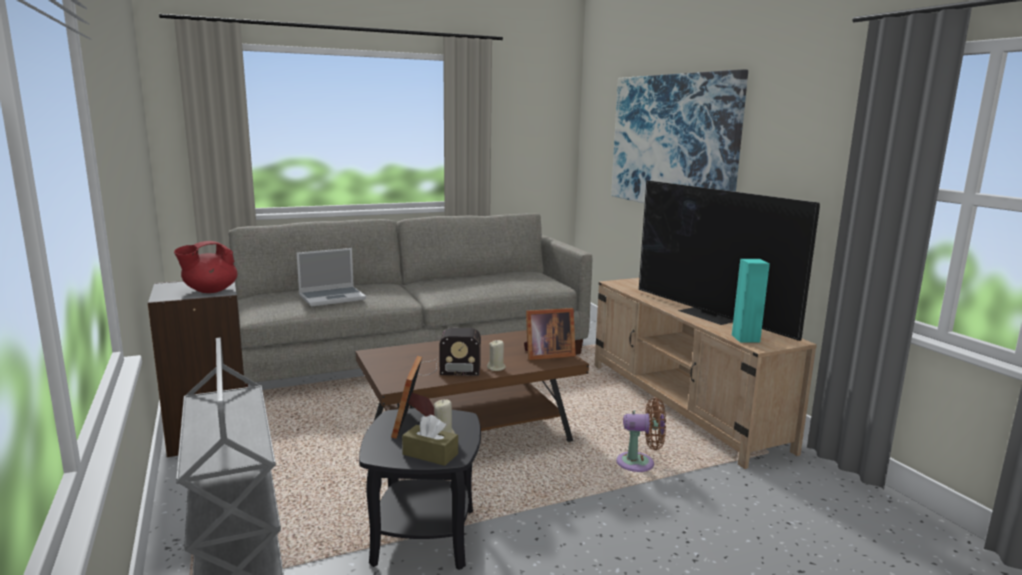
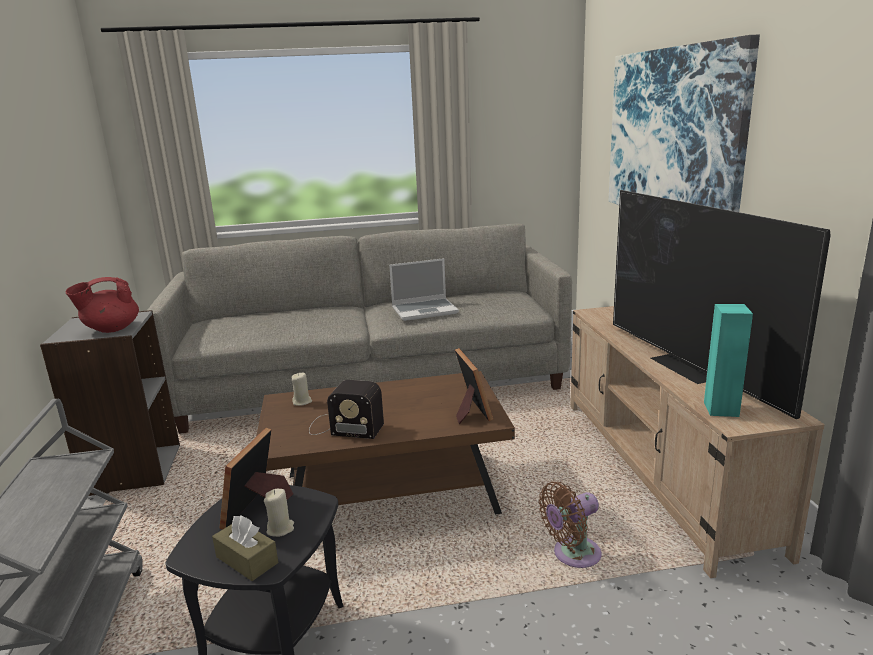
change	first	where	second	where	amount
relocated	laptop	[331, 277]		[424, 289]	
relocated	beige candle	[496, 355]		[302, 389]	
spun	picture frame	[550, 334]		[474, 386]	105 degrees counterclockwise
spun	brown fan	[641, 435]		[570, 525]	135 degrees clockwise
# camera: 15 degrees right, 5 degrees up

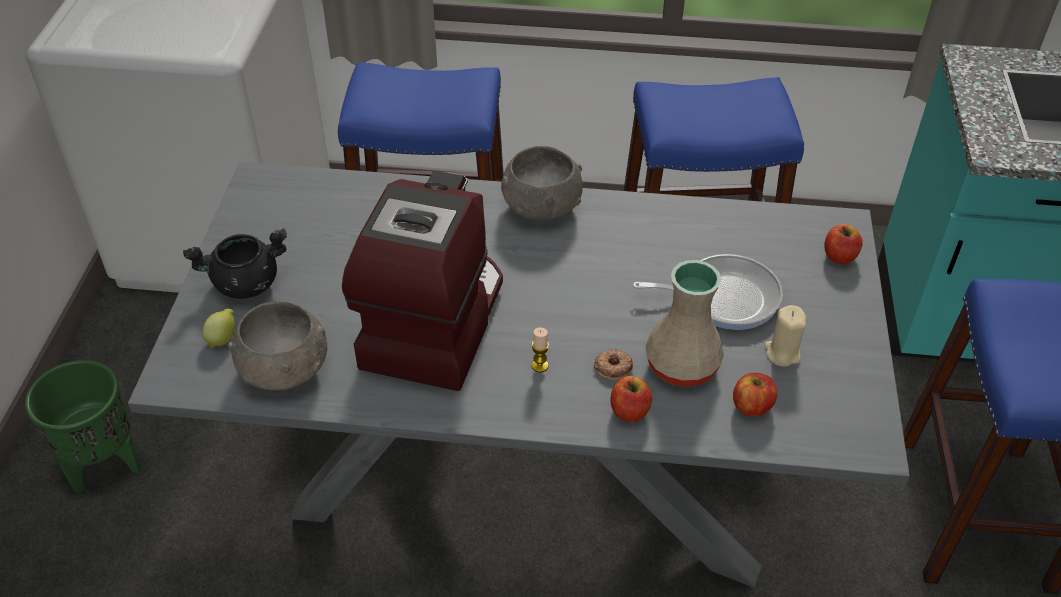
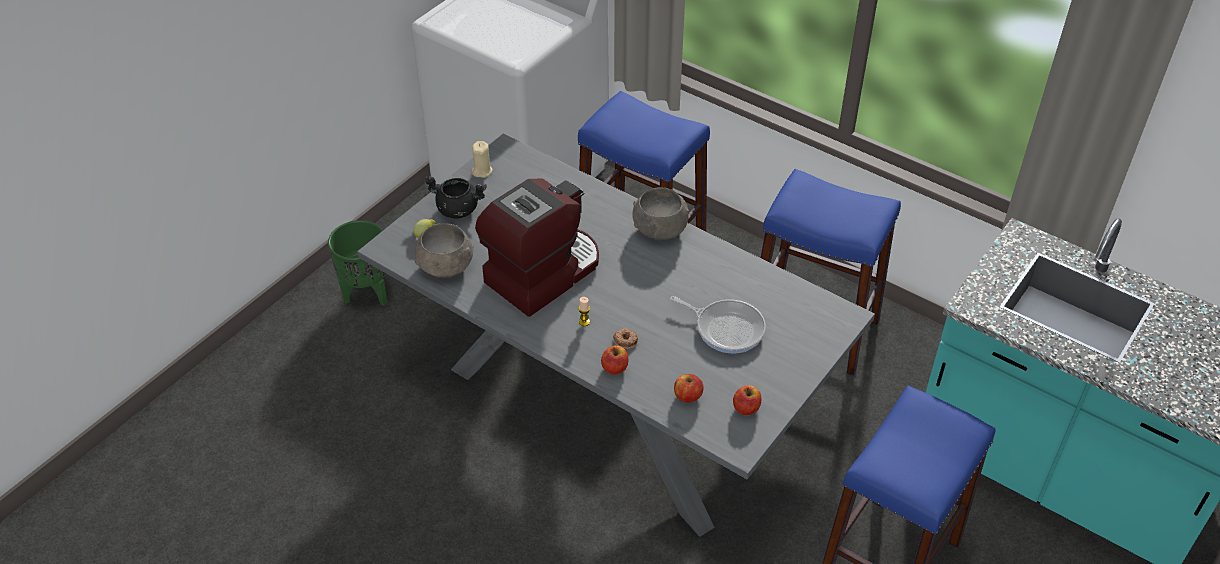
change	first	where	second	where	amount
missing	beige vase	[684, 323]			
relocated	beige candle	[785, 336]		[482, 159]	
relocated	apple	[843, 244]		[747, 400]	
# camera: 30 degrees right, 0 degrees up

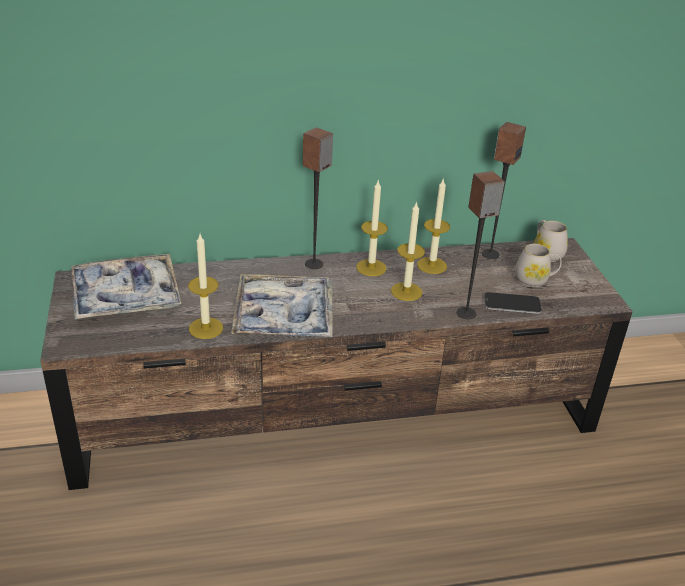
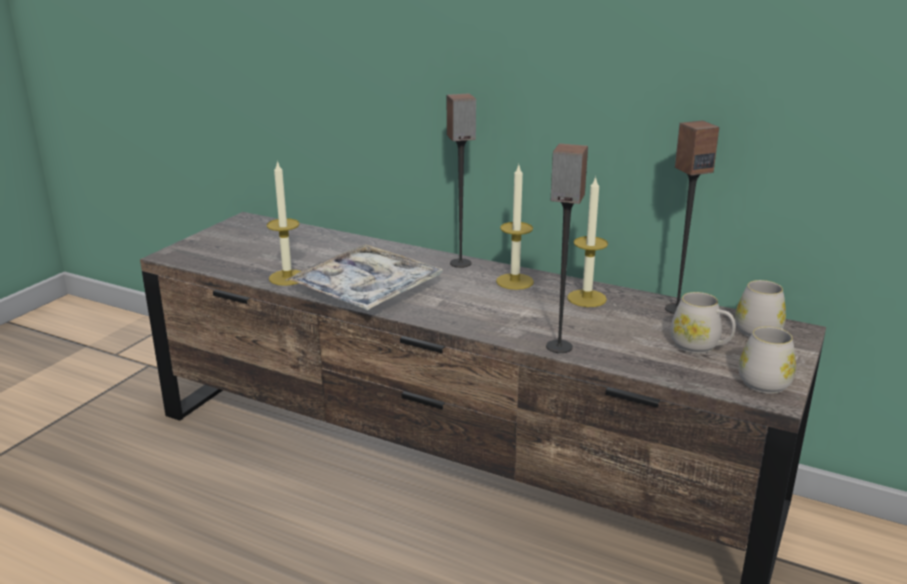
change	first	where	second	where	amount
missing	tray	[126, 286]			
missing	candle	[408, 251]			
missing	phone	[513, 303]			
appeared			white mug	[767, 360]	
# camera: 40 degrees right, 10 degrees down

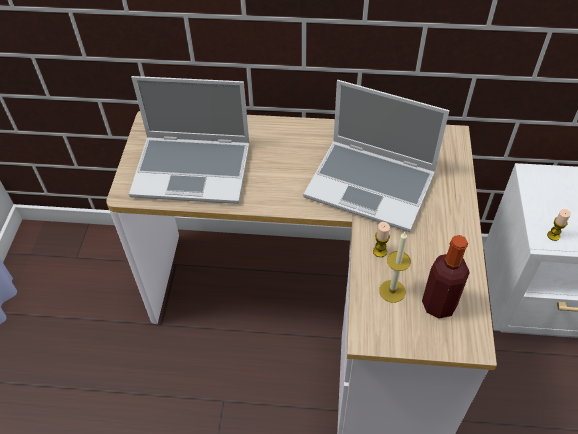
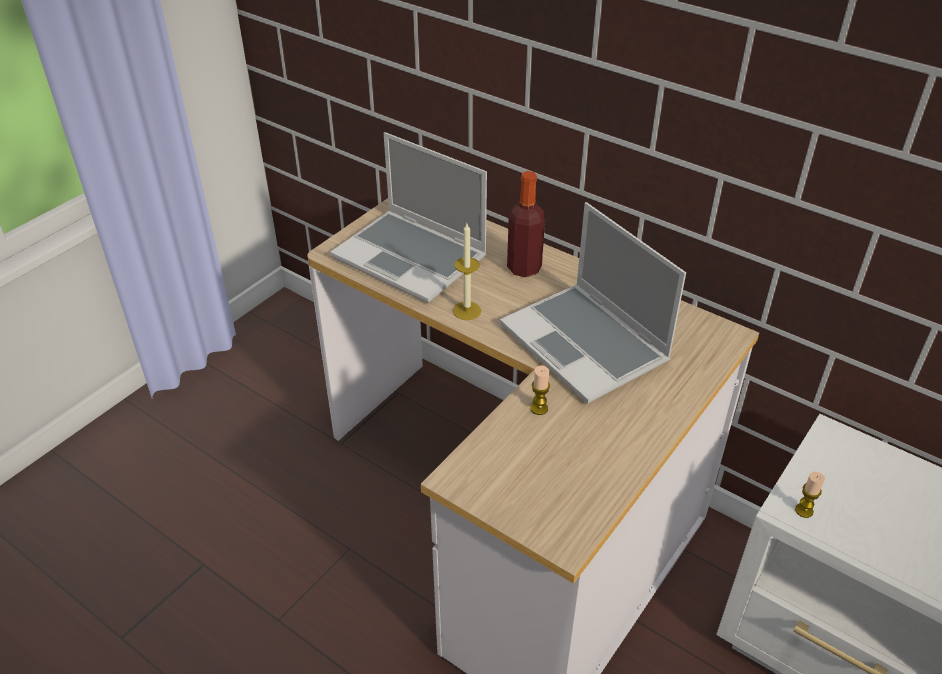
change	first	where	second	where	amount
relocated	candle	[395, 267]		[467, 272]	
relocated	bottle	[446, 277]		[526, 224]	
# camera: 30 degrees right, 10 degrees down

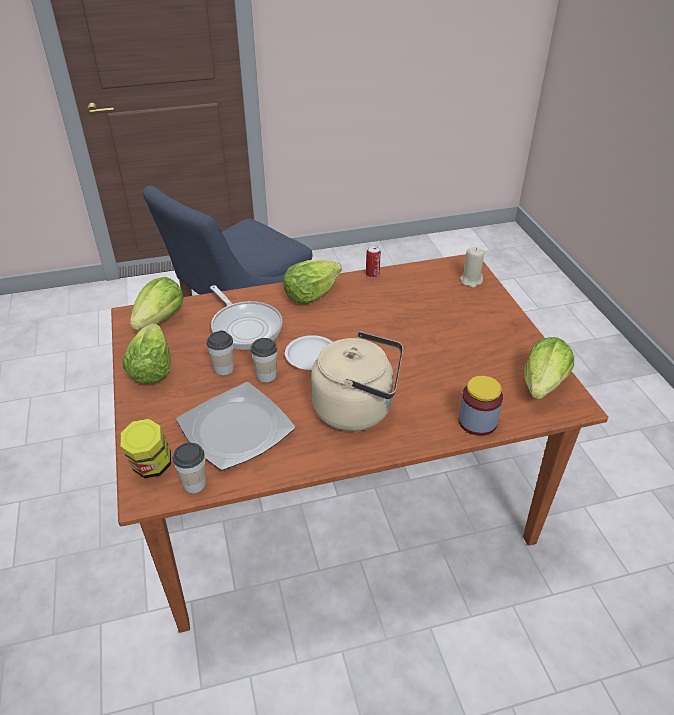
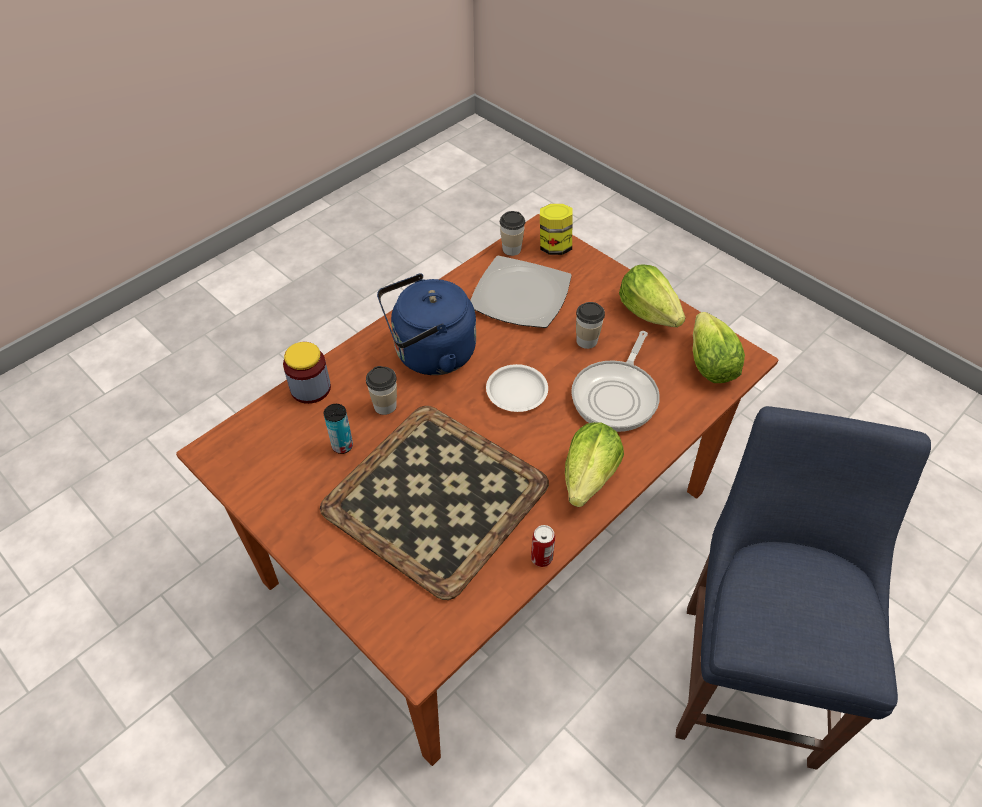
change	first	where	second	where	amount
spun	frying pan	[246, 317]		[615, 381]	90 degrees counterclockwise
relocated	cup	[264, 360]		[381, 390]	
colour	beige kettle	[357, 381]	blue kettle	[426, 324]	
missing	beige candle	[472, 267]			
missing	lettuce	[549, 368]			
appeared			tray	[434, 503]	
appeared			can	[338, 429]	
# camera: 150 degrees right, 10 degrees up

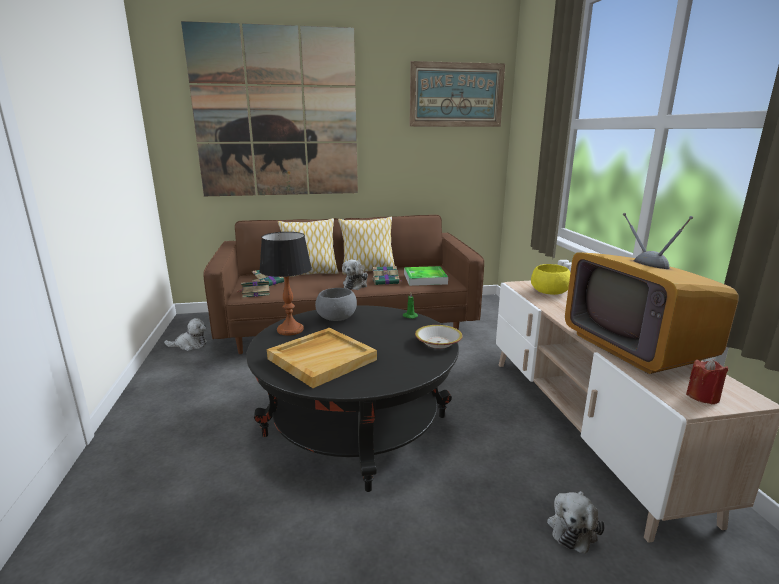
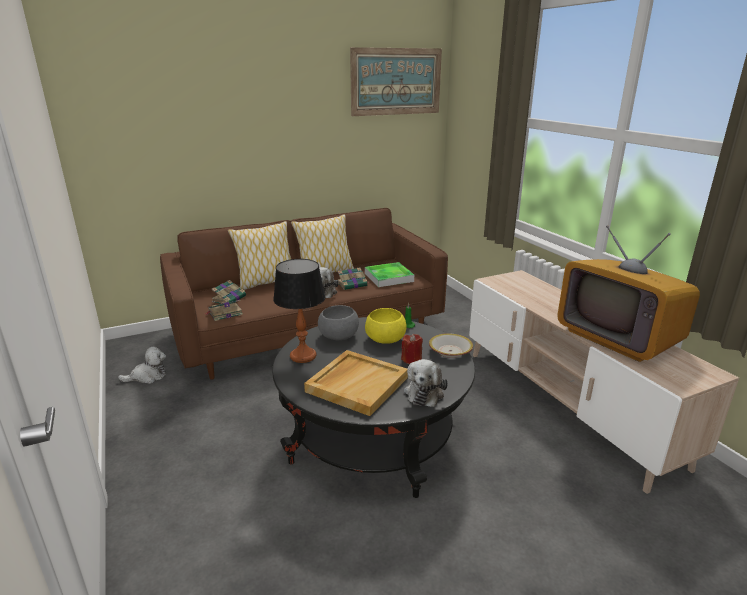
change	first	where	second	where	amount
missing	picture	[269, 108]			
relocated	yellow bowl	[551, 279]		[386, 326]	
relocated	plush toy	[576, 522]		[426, 383]	
relocated	red candle	[707, 381]		[412, 349]	
# camera: 15 degrees left, 5 degrees up

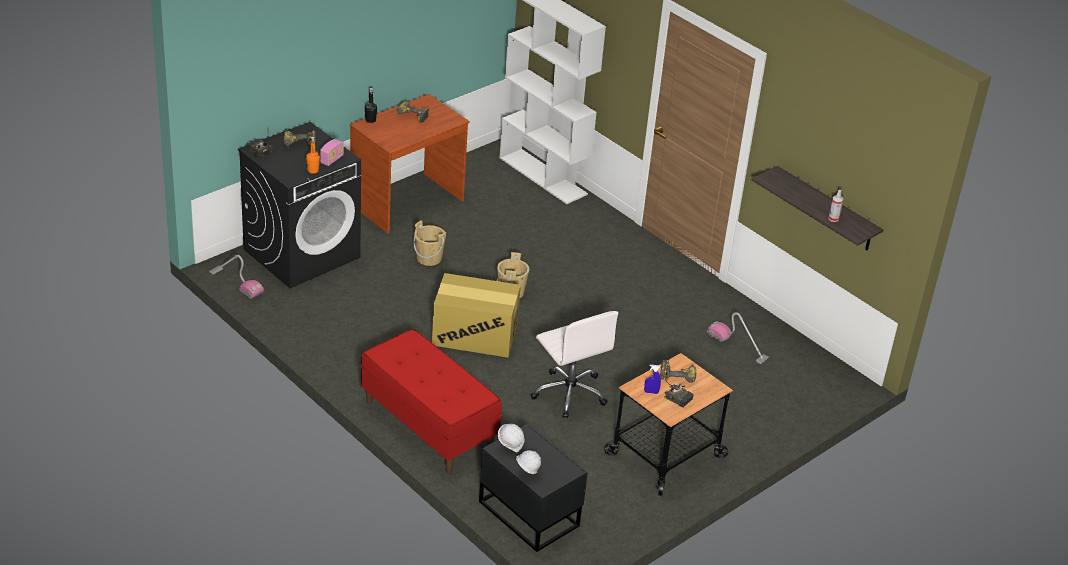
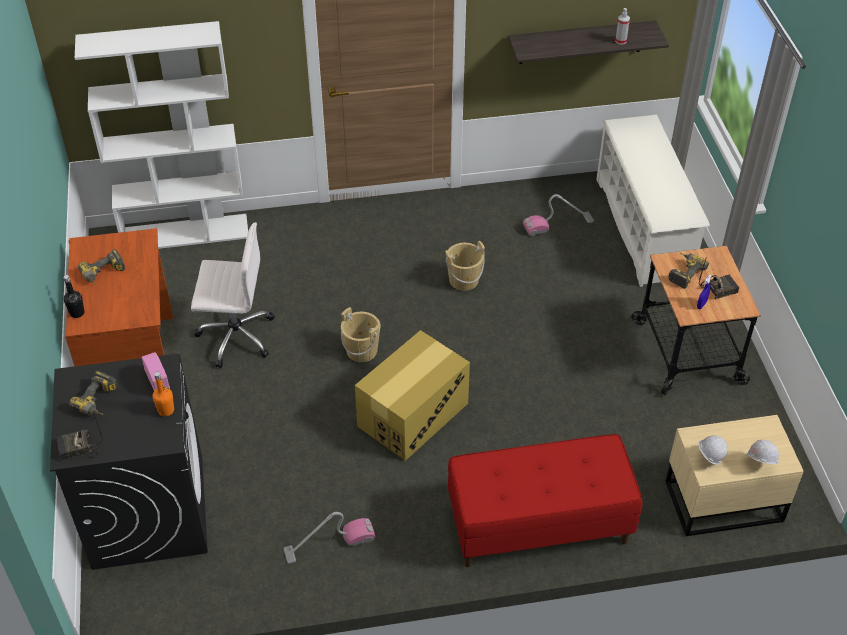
change	first	where	second	where	amount
relocated	vacuum cleaner	[236, 277]		[329, 538]	
relocated	beige bucket	[430, 243]		[465, 266]	
colour	black nightstand	[533, 488]	beige nightstand	[734, 475]	
relocated	white office chair	[574, 364]		[232, 295]	
appeared			white shoe rack	[653, 201]	
# camera: 55 degrees left, 10 degrees up

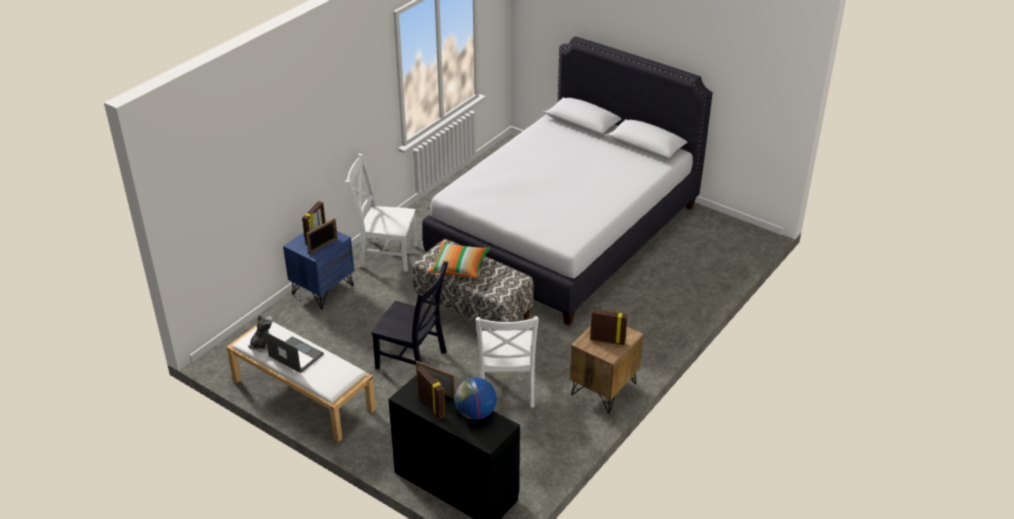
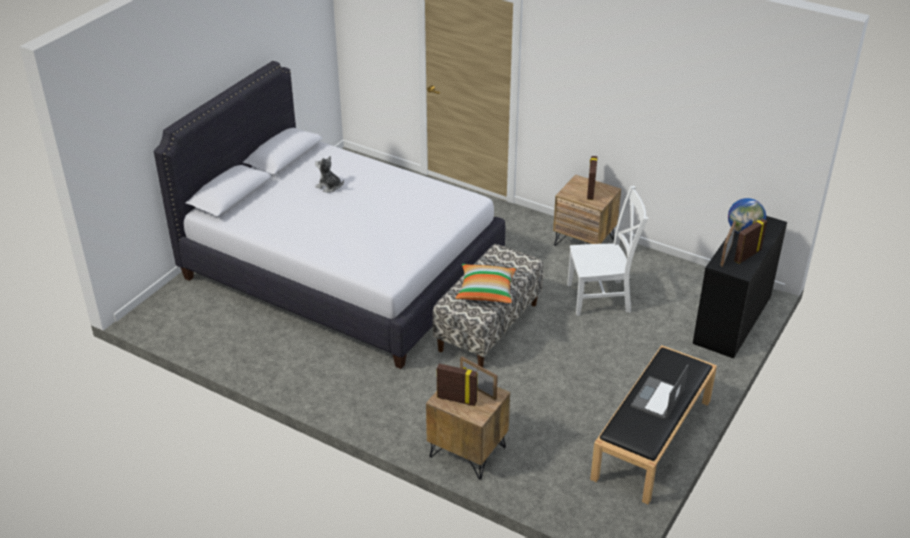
change	first	where	second	where	amount
colour	white bench	[301, 382]	black bench	[653, 424]	
relocated	plush toy	[260, 334]		[329, 174]	
colour	blue nightstand	[318, 270]	brown nightstand	[468, 433]	
missing	white chair	[381, 213]			
missing	black chair	[409, 315]			
# camera: 95 degrees left, 0 degrees up

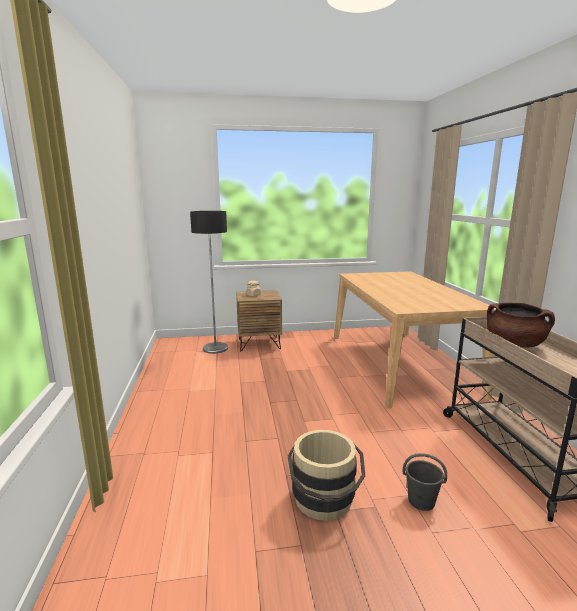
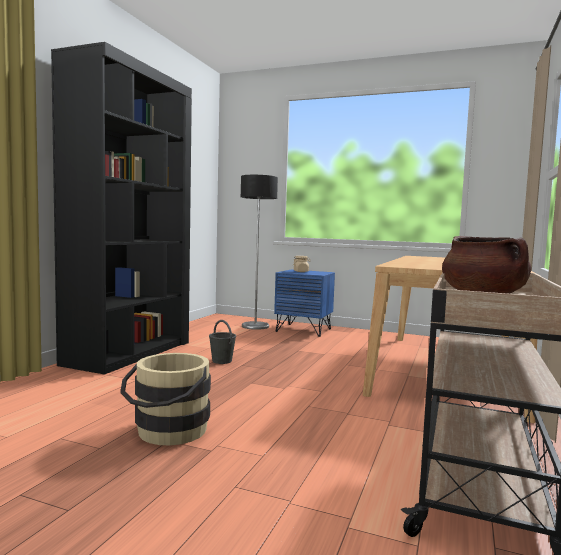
change	first	where	second	where	amount
colour	brown nightstand	[259, 321]	blue nightstand	[304, 303]	
relocated	grey bucket	[424, 482]		[222, 342]	
appeared			black bookcase	[121, 208]	
# camera: 30 degrees right, 10 degrees down

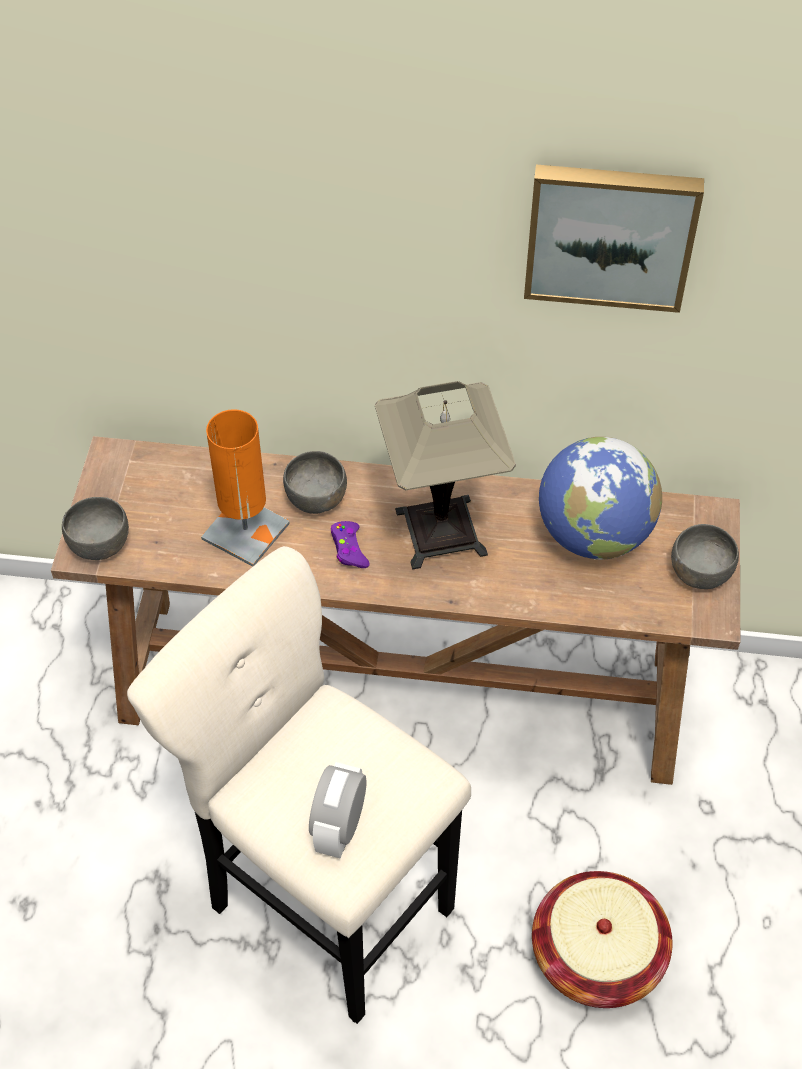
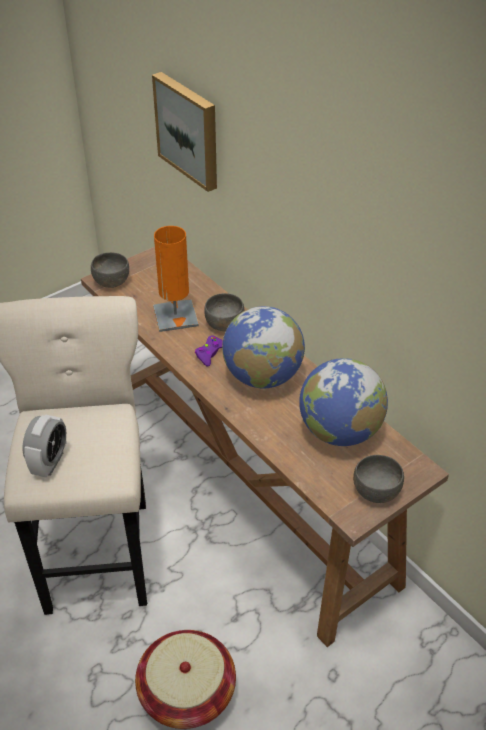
change	first	where	second	where	amount
spun	alarm clock	[338, 810]		[45, 445]	135 degrees clockwise
exchanged	table lamp	[445, 475]	globe	[263, 347]	
relocated	picture	[614, 238]		[184, 132]	
# camera: 45 degrees right, 10 degrees down

